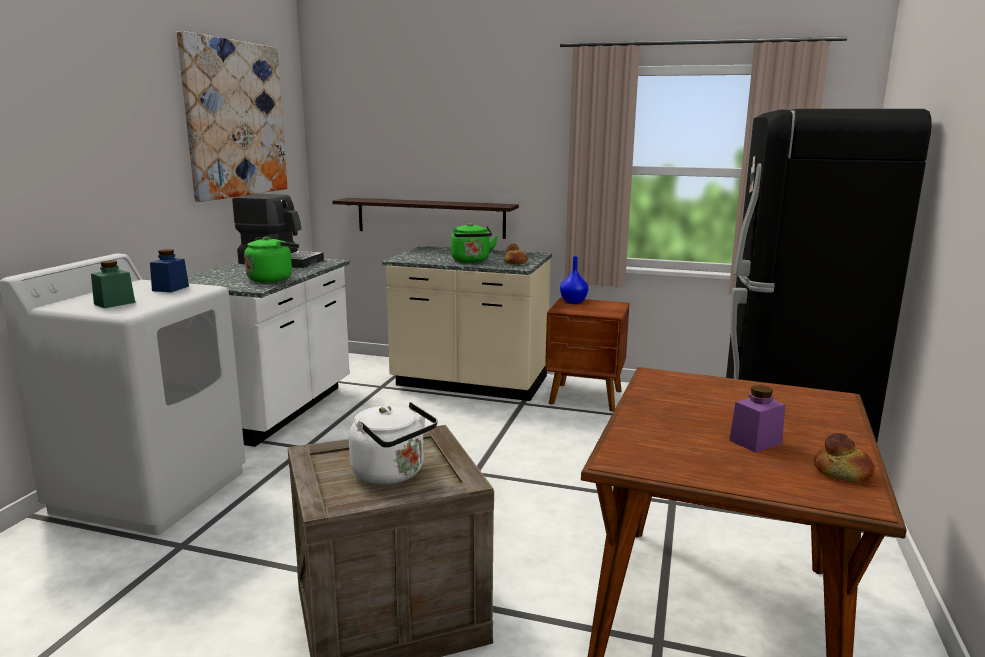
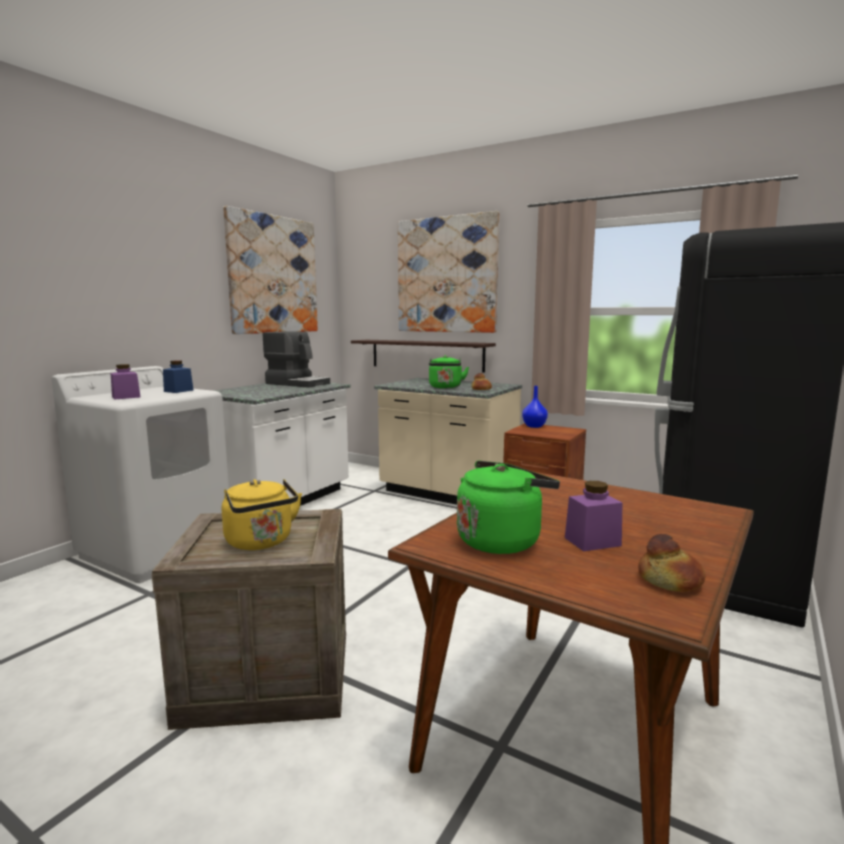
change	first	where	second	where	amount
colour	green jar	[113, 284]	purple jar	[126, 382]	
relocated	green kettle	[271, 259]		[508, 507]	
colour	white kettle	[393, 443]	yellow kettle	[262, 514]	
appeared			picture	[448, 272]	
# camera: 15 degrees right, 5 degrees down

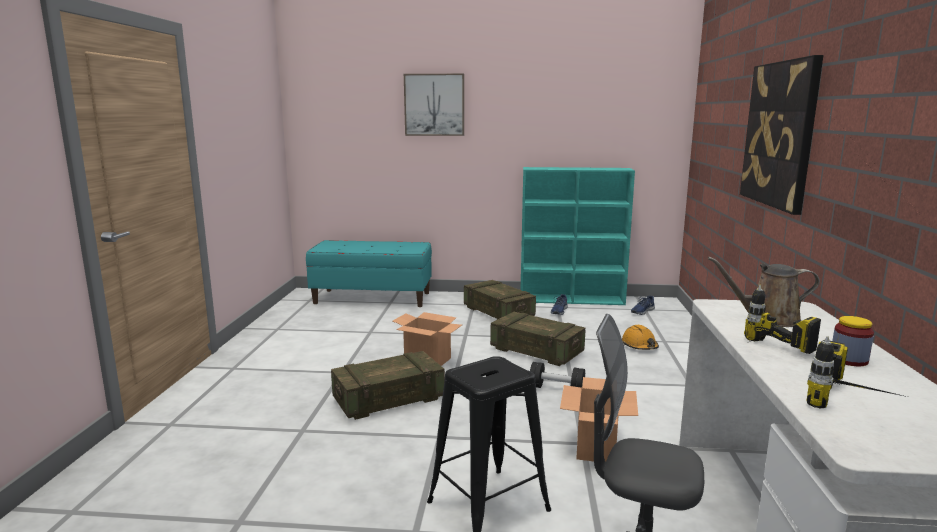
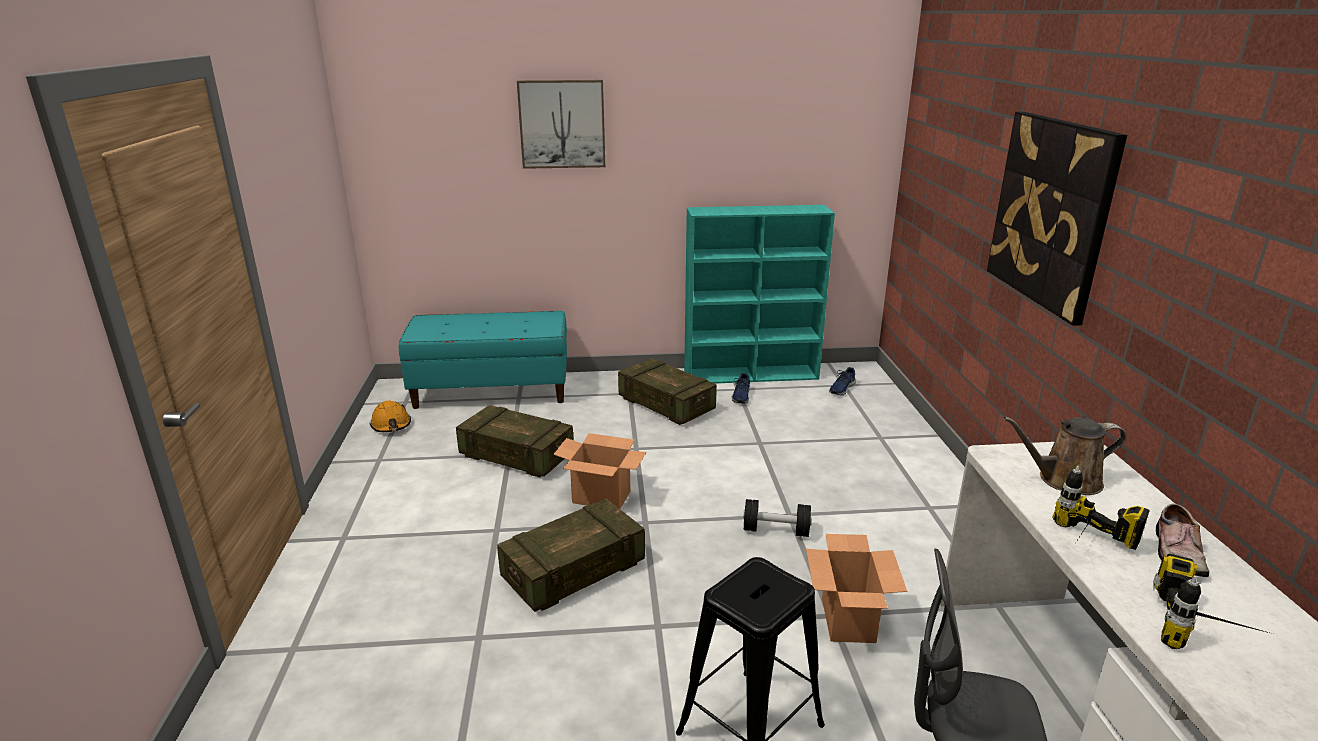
change	first	where	second	where	amount
relocated	crate	[537, 339]		[515, 441]	
relocated	orange hard hat	[640, 337]		[390, 416]	
exchanged	jar	[853, 341]	shoe	[1182, 540]	
# camera: 10 degrees left, 10 degrees up

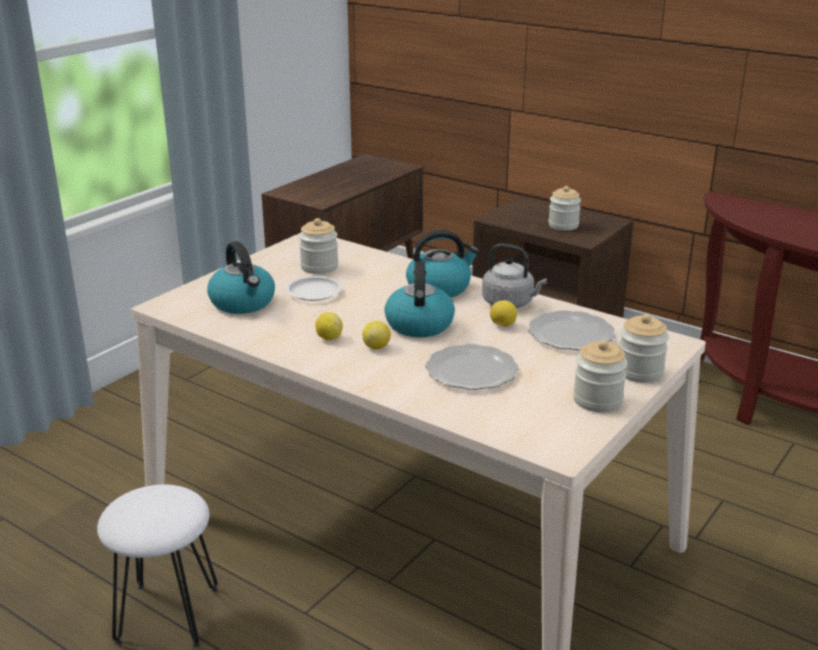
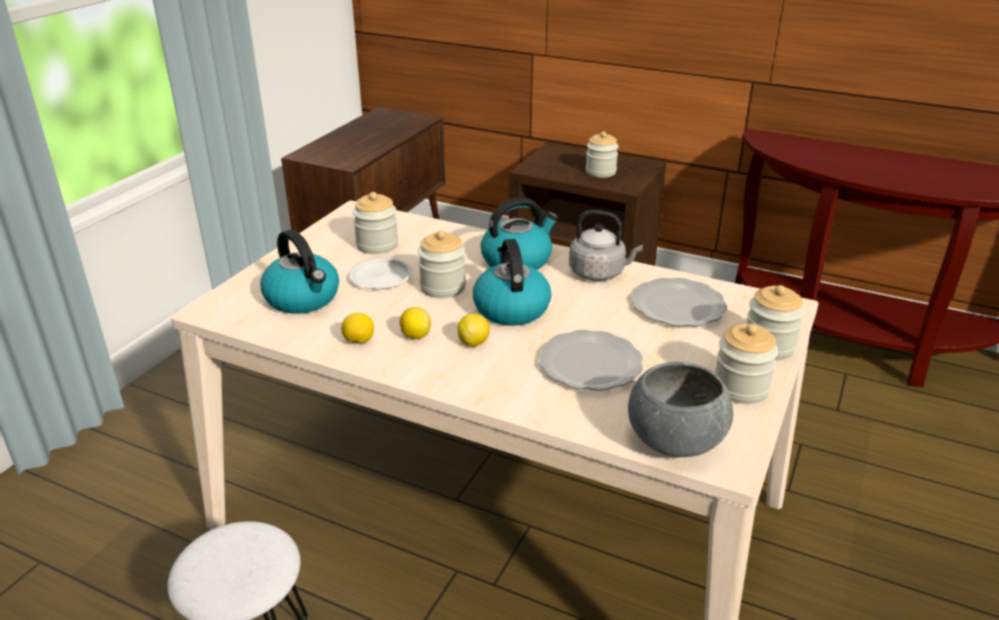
change	first	where	second	where	amount
relocated	lemon	[503, 313]		[357, 328]	
appeared			jar	[442, 264]	
appeared			grey bowl	[680, 409]	
# camera: 10 degrees left, 5 degrees up

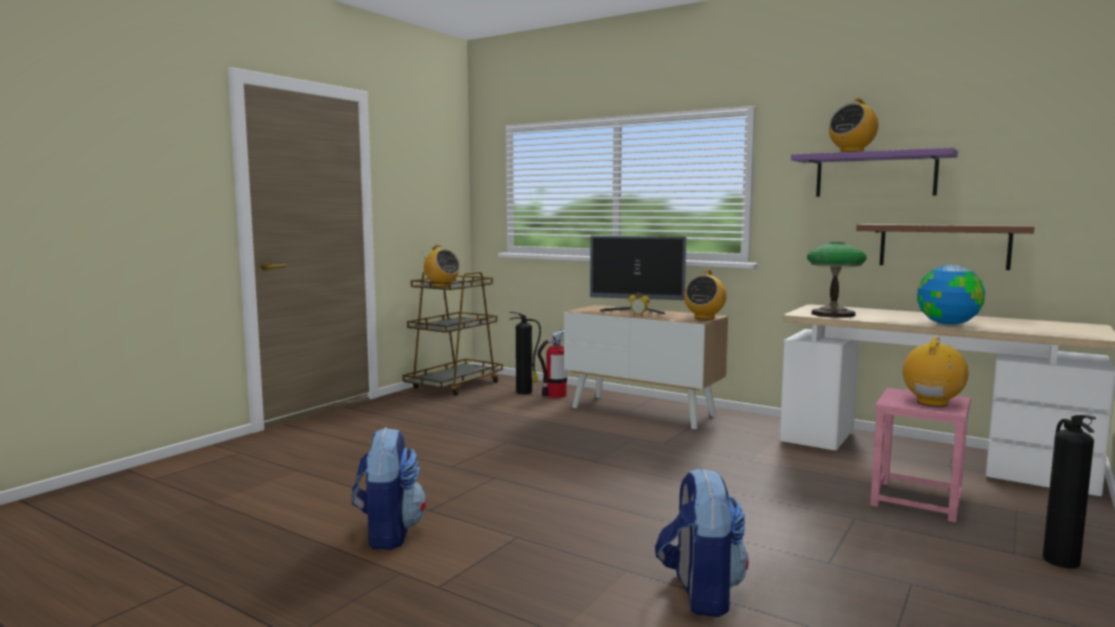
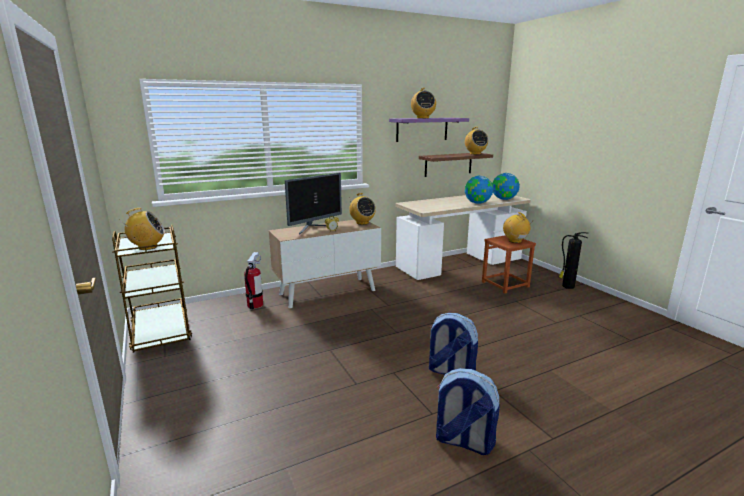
change	first	where	second	where	amount
missing	fire extinguisher	[525, 353]			
relocated	backpack	[701, 542]		[453, 344]	
missing	table lamp	[837, 280]			
colour	pink stool	[920, 455]	brown stool	[509, 264]	
appeared			radio	[476, 141]	
appeared			globe	[506, 186]	
# camera: 60 degrees left, 10 degrees up

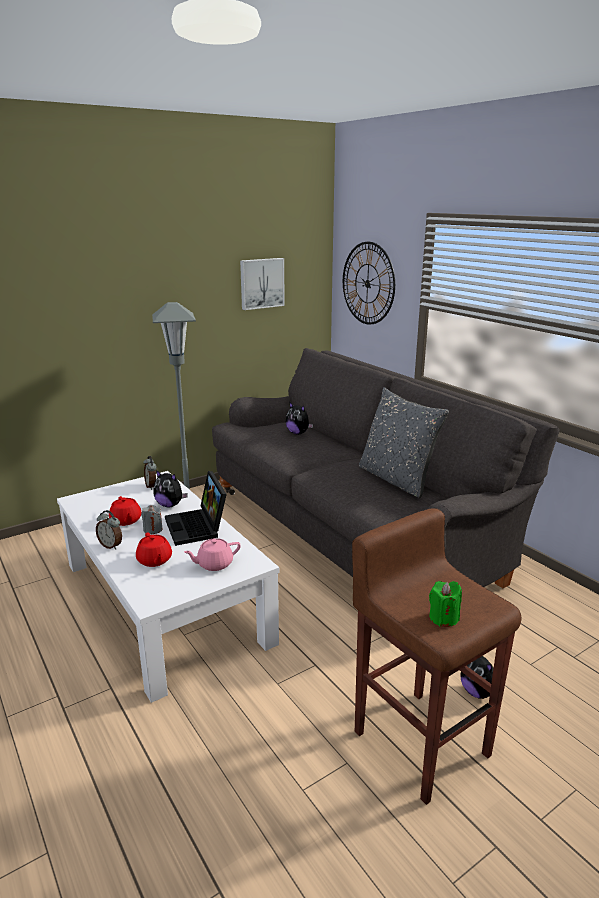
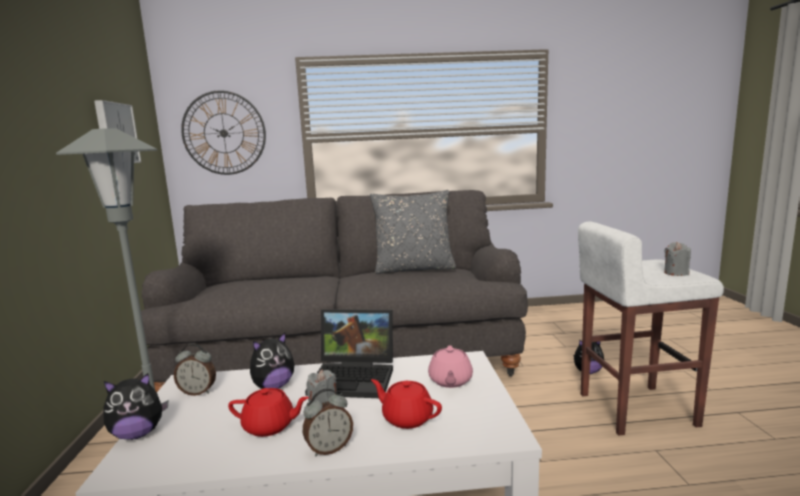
change	first	where	second	where	amount
spun	red teapot	[154, 549]		[406, 404]	150 degrees counterclockwise
relocated	plush toy	[299, 418]		[135, 406]	
colour	brown stool	[436, 656]	white stool	[651, 329]	
colour	green candle	[445, 604]	grey candle	[677, 259]	
# camera: 60 degrees left, 10 degrees down

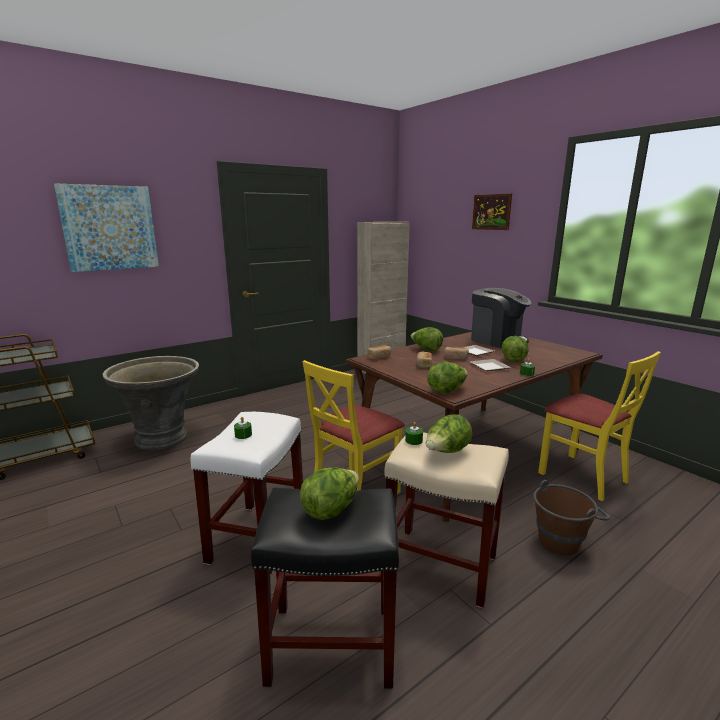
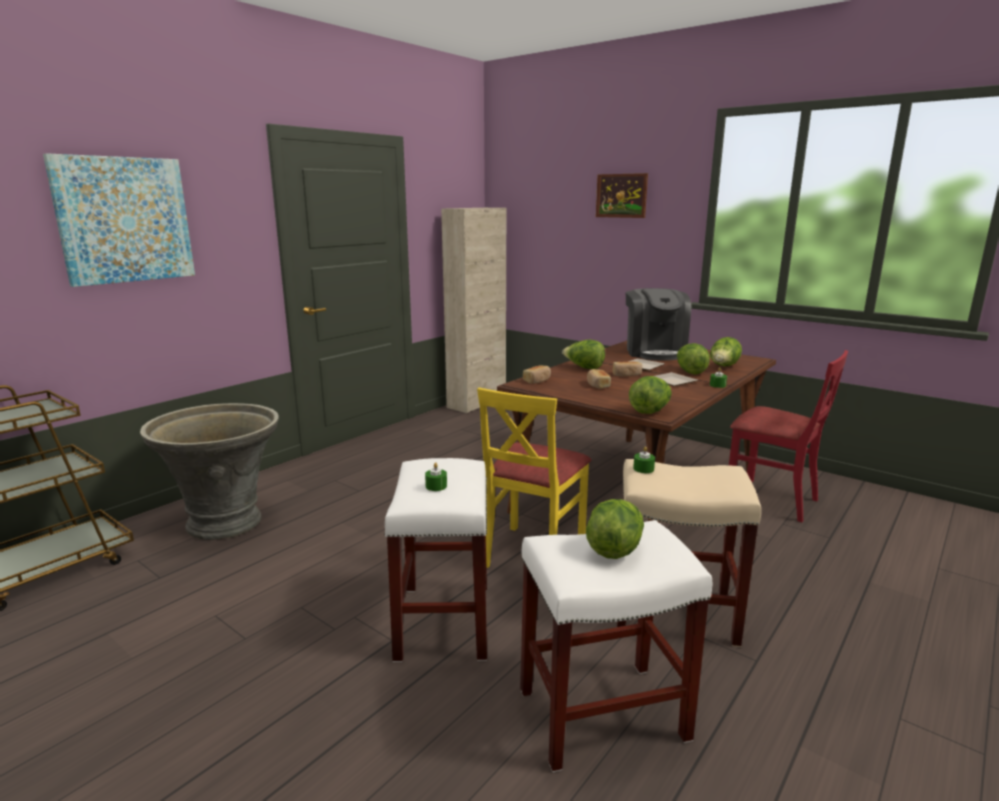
change	first	where	second	where	amount
colour	black stool	[325, 588]	white stool	[616, 646]	
relocated	lettuce	[449, 433]		[726, 352]	
spun	coffee machine	[501, 318]		[658, 324]	60 degrees clockwise
missing	brown bucket	[571, 517]			
colour	yellow chair	[599, 426]	red chair	[788, 436]	
# camera: 15 degrees left, 0 degrees up

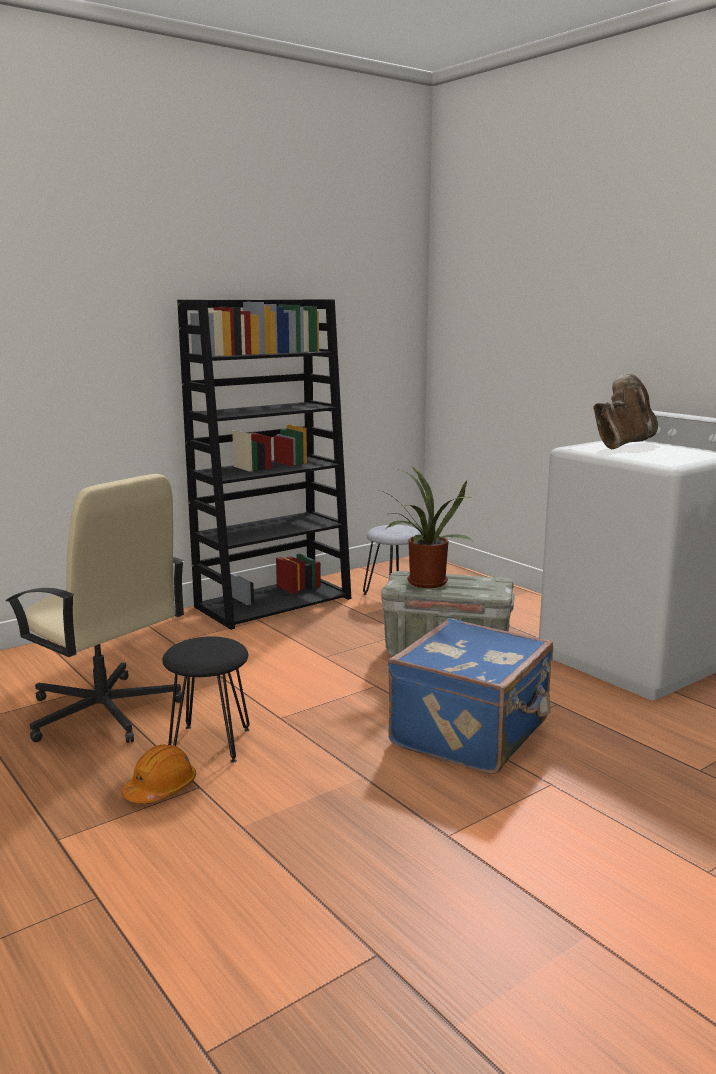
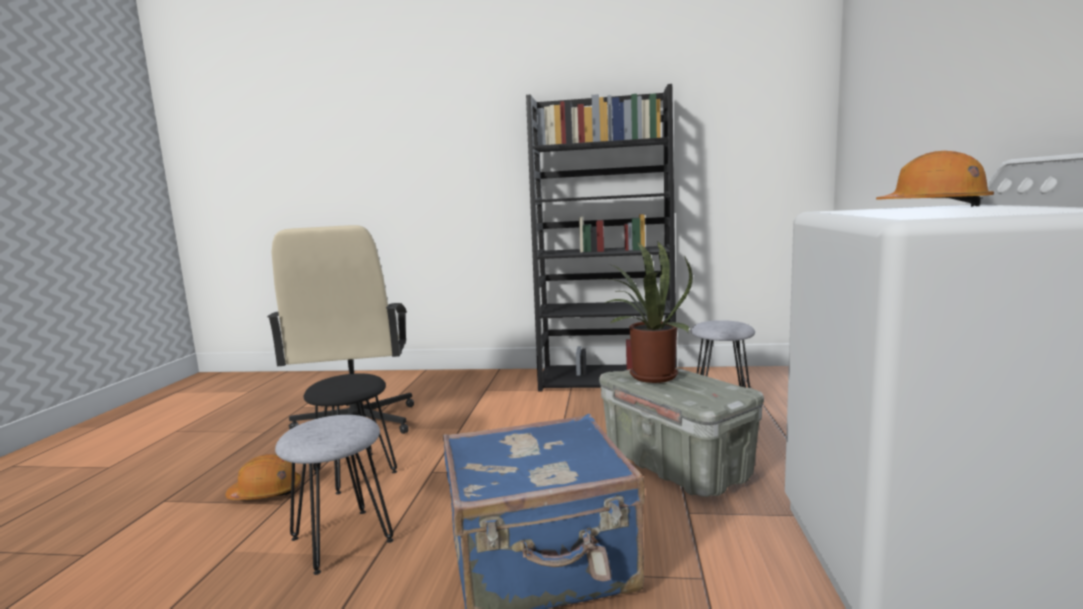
change	first	where	second	where	amount
exchanged	brown boot	[625, 411]	orange hard hat	[935, 179]	
appeared			grey stool	[334, 495]	
# camera: 45 degrees right, 5 degrees down

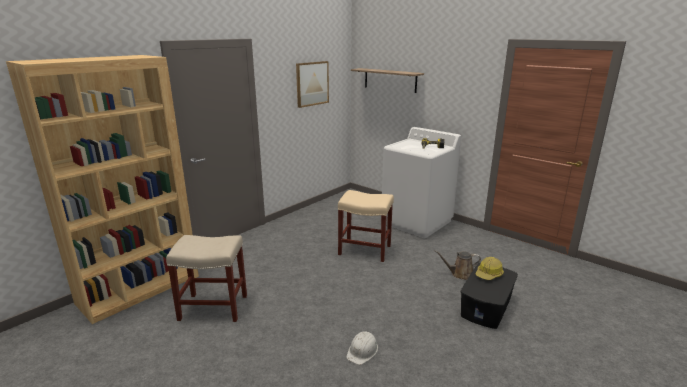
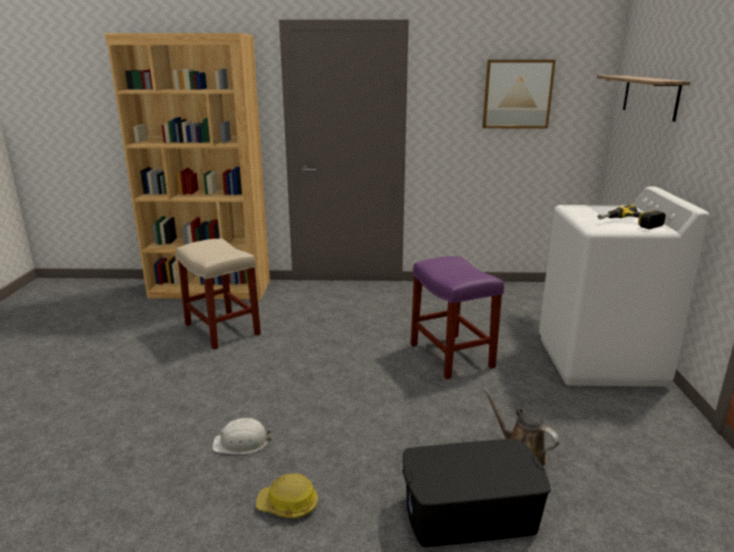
change	first	where	second	where	amount
colour	beige stool	[366, 226]	purple stool	[457, 317]	
relocated	hard hat	[490, 268]		[287, 496]	
# camera: 50 degrees right, 0 degrees up

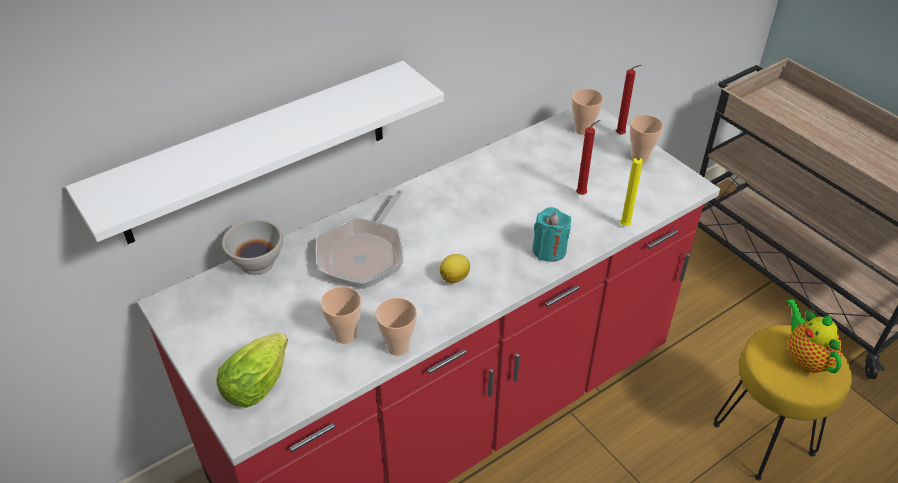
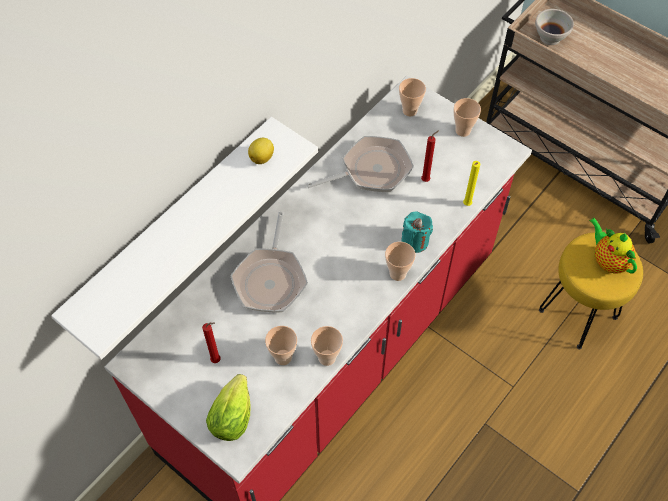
change	first	where	second	where	amount
relocated	white bowl	[252, 247]		[554, 27]	
relocated	lemon	[455, 268]		[261, 151]	
relocated	red candle	[629, 100]		[211, 342]	
appeared			frying pan	[360, 164]	
appeared			cup	[400, 261]	
# camera: 15 degrees left, 15 degrees up

